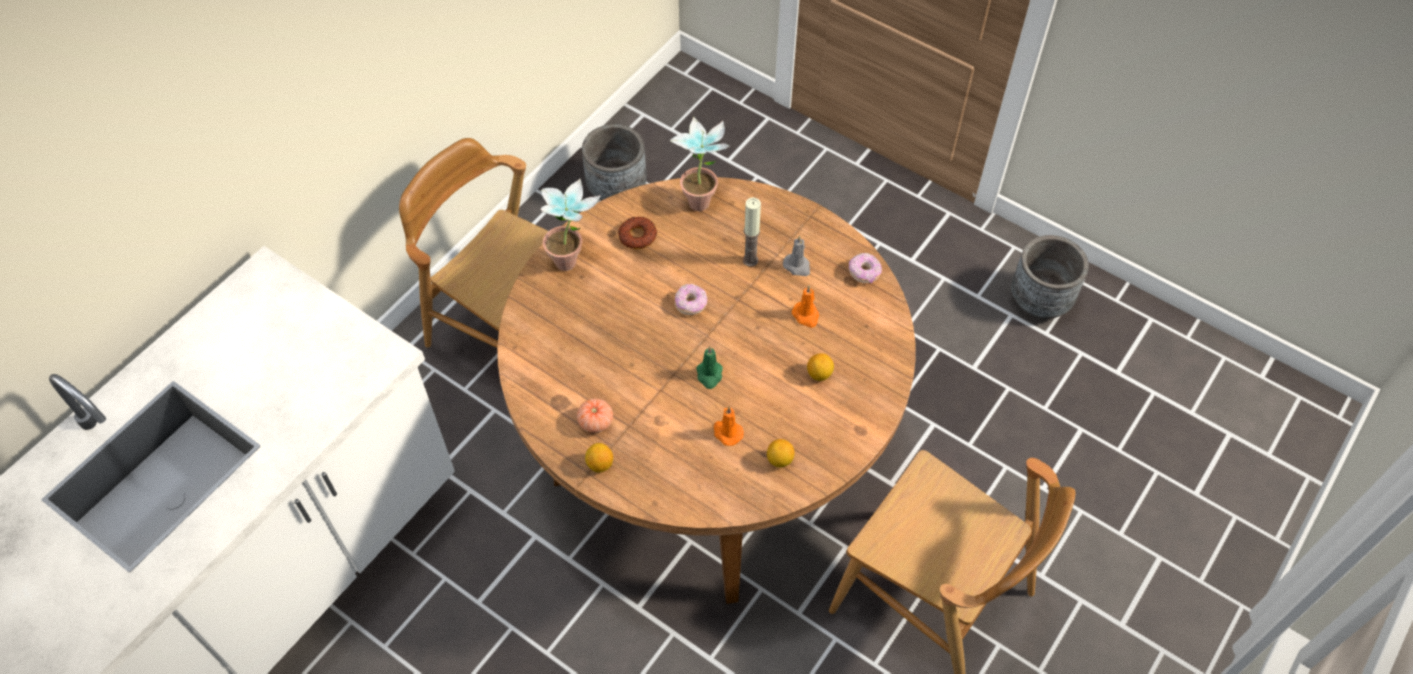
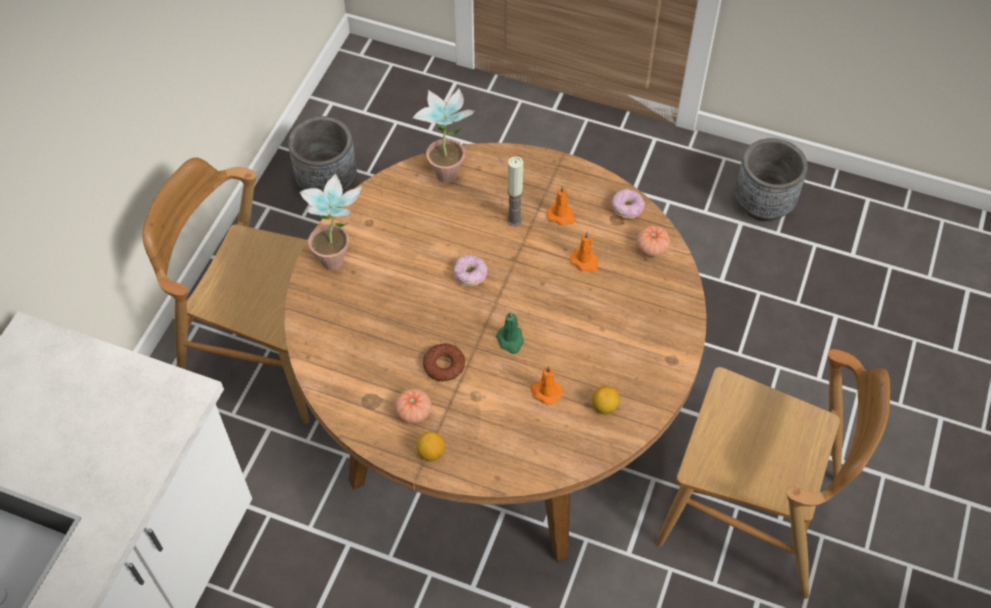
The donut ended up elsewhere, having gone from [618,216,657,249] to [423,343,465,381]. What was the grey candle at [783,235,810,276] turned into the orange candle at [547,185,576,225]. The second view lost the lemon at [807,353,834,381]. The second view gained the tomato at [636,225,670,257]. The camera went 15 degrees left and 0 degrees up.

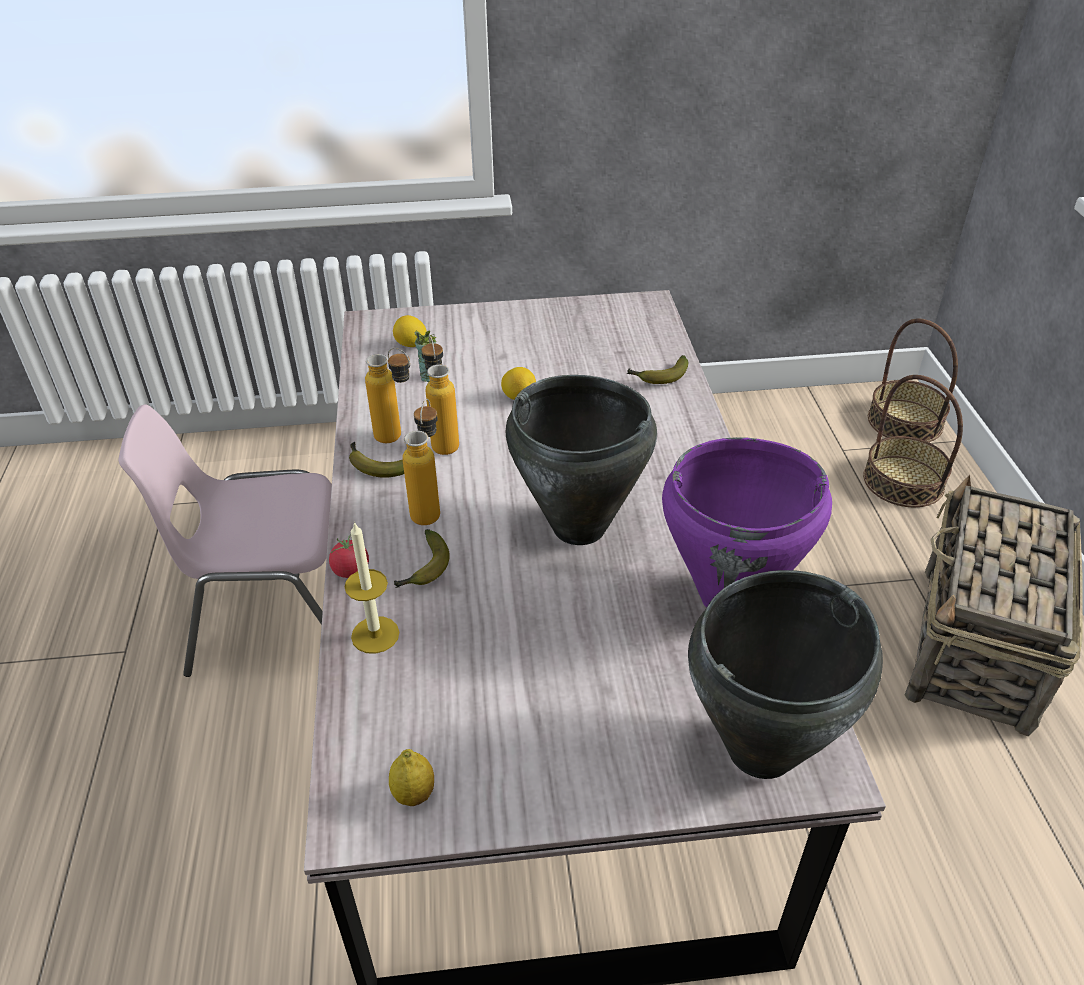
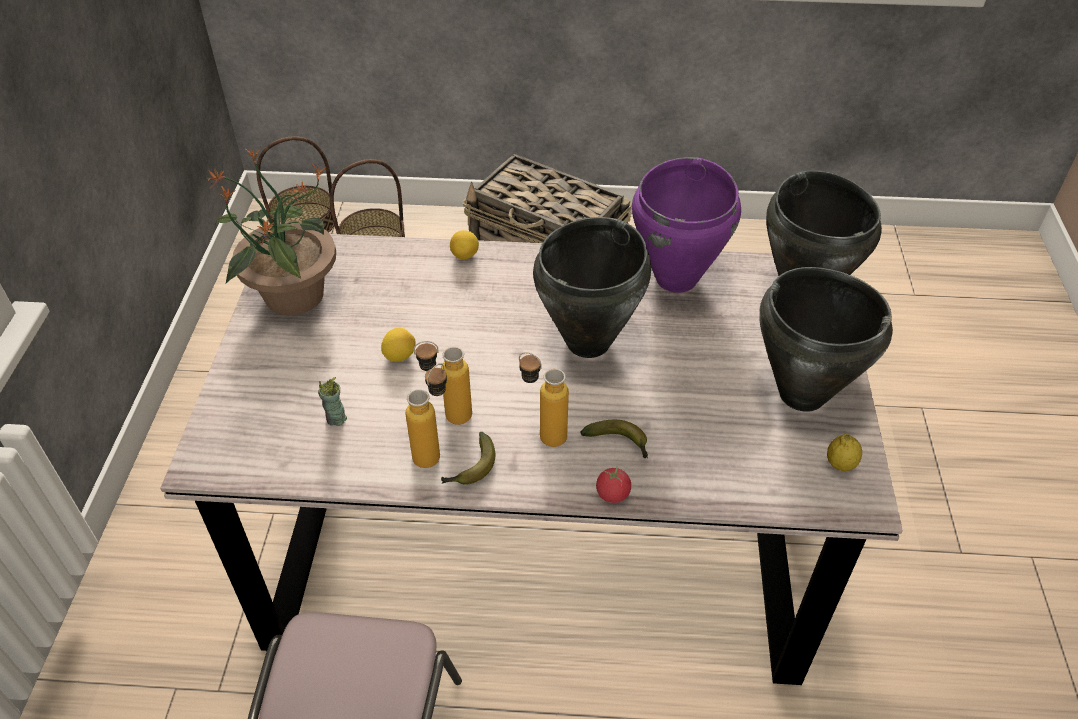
The second view lost the candle at [344,521,399,654]. The lemon ended up elsewhere, having gone from [393,315,427,347] to [450,230,479,259]. The second view lost the banana at [627,355,688,384]. The second view gained the potted plant at [208,148,336,315]. The second view gained the black cooking pot at [759,267,893,412]. The camera went 80 degrees left and 5 degrees up.

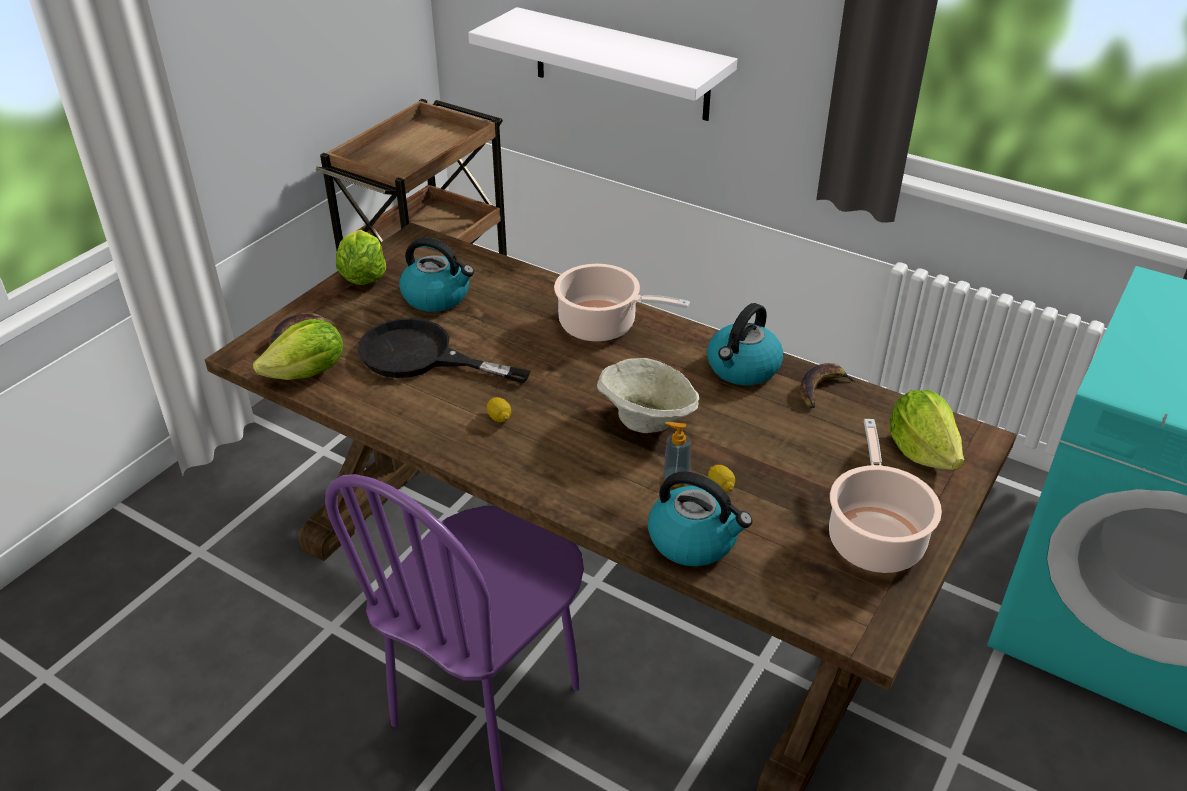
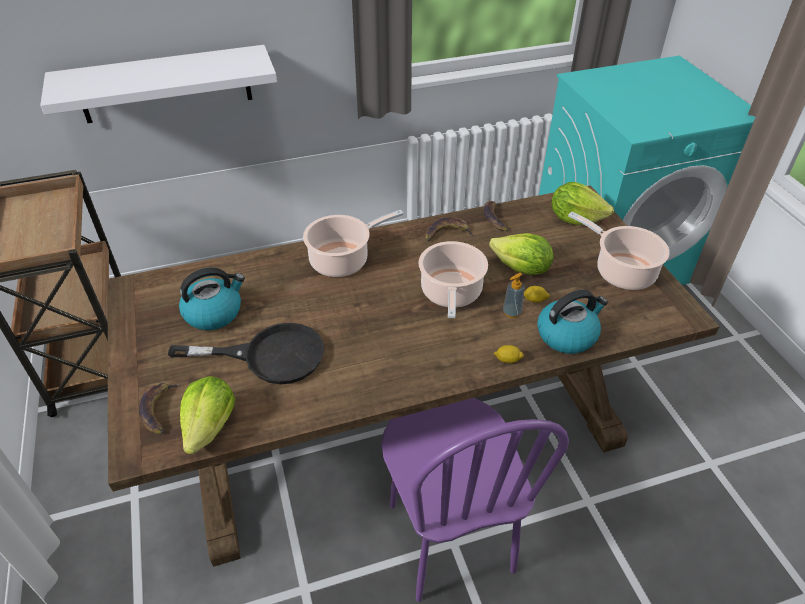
The lettuce ended up elsewhere, having gone from [336,230,386,285] to [489,233,554,275]. The black frying pan at [358,318,531,384] ended up facing another way, 150 degrees counterclockwise from before. The lemon ended up elsewhere, having gone from [487,397,511,423] to [494,345,524,363]. Where the beige bowl stood at [597,358,699,433], the cooking pot came to stand at [418,241,488,318]. Where the kettle stood at [707,303,783,385], the banana came to stand at [425,217,474,241]. The camera went 50 degrees left and 5 degrees up.

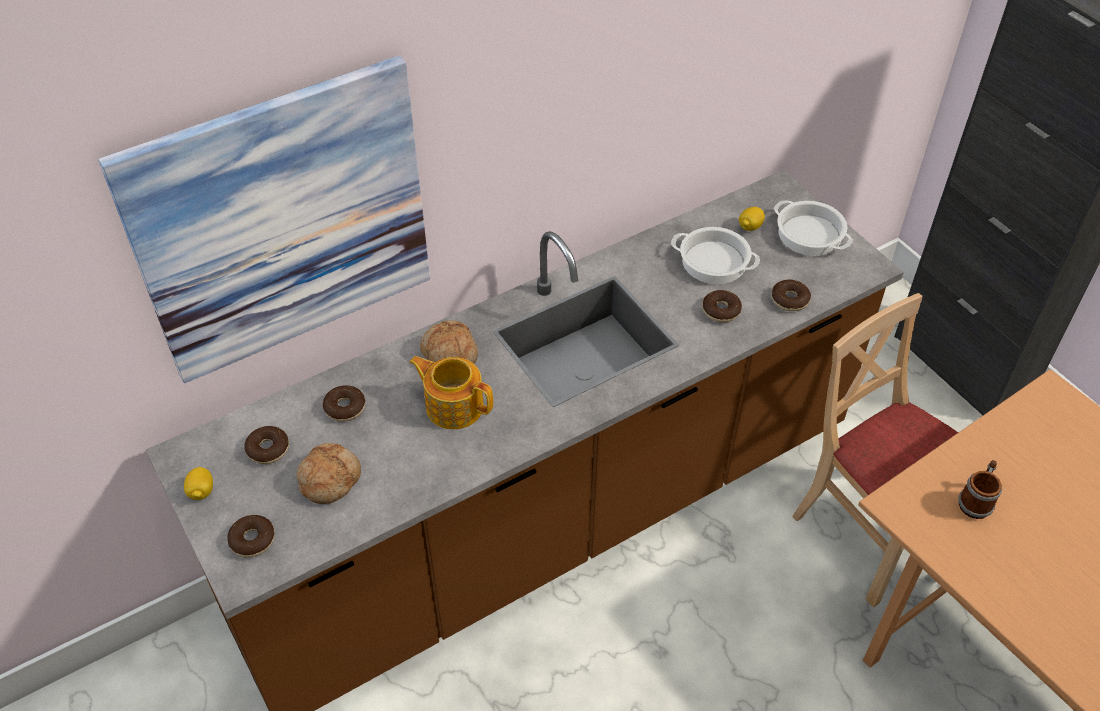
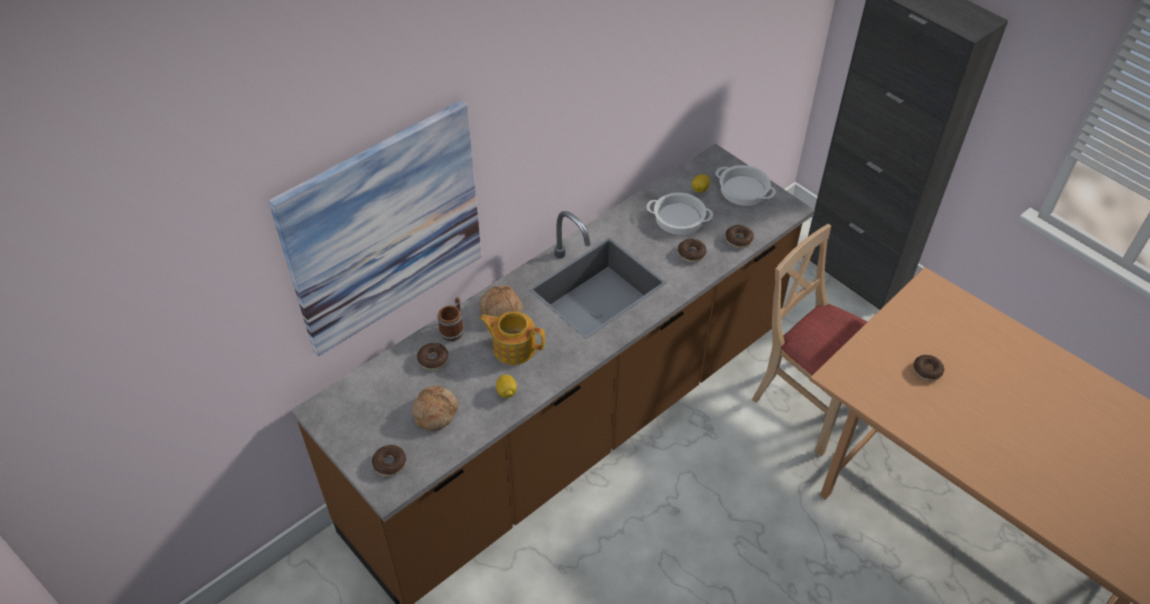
The lemon ended up elsewhere, having gone from [184,467,213,500] to [496,375,517,398]. The donut ended up elsewhere, having gone from [244,426,289,464] to [913,355,944,381]. The mug ended up elsewhere, having gone from [958,460,1002,519] to [437,297,464,341]. The camera went 10 degrees left and 0 degrees up.

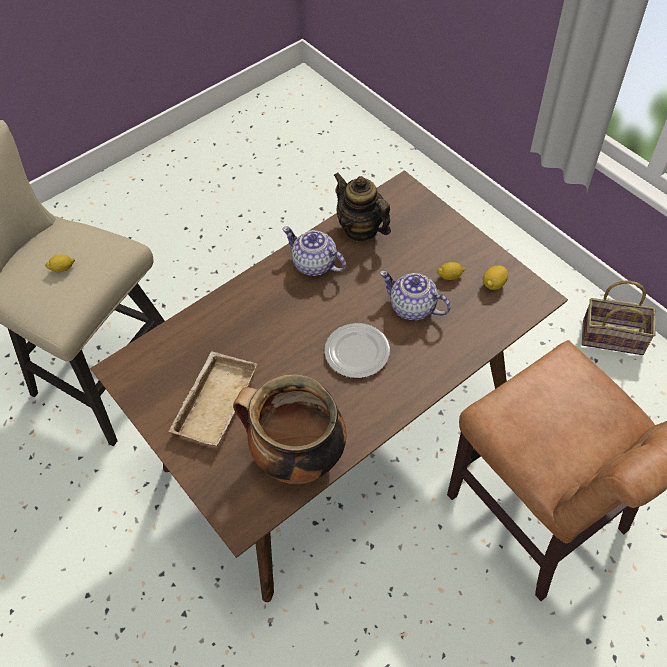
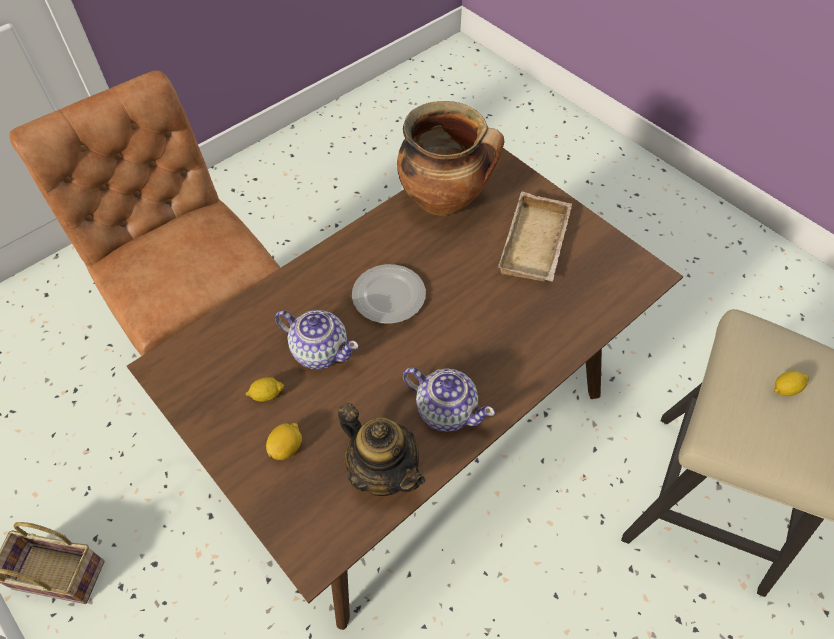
The lemon ended up elsewhere, having gone from [483,265,508,290] to [266,423,302,460]. The camera went 175 degrees right and 0 degrees up.

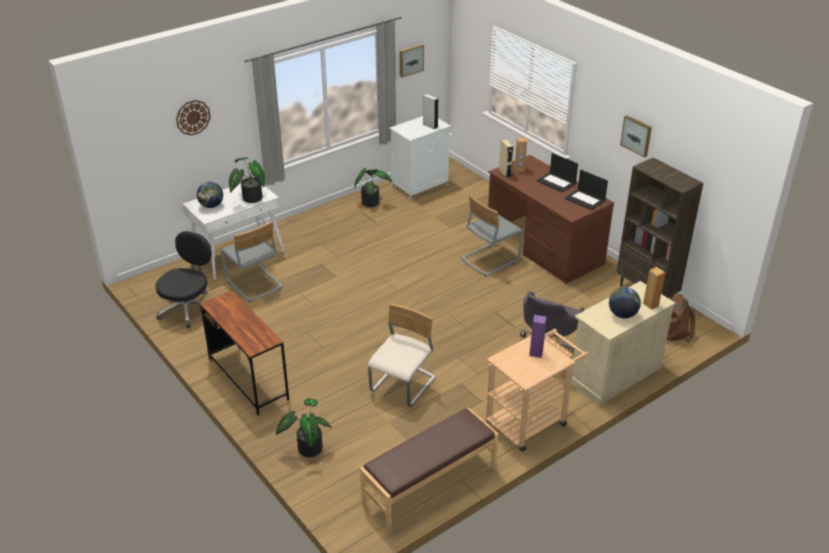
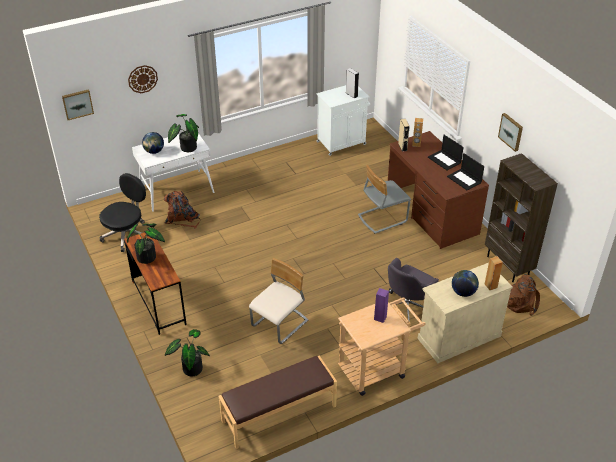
Where the grey chair stood at [220,221,283,302], the brown backpack came to stand at [164,191,200,229]. The potted plant ended up elsewhere, having gone from [354,168,392,207] to [127,223,165,264]. The picture ended up elsewhere, having gone from [400,44,424,78] to [62,89,94,120]. The camera went 10 degrees right and 5 degrees up.

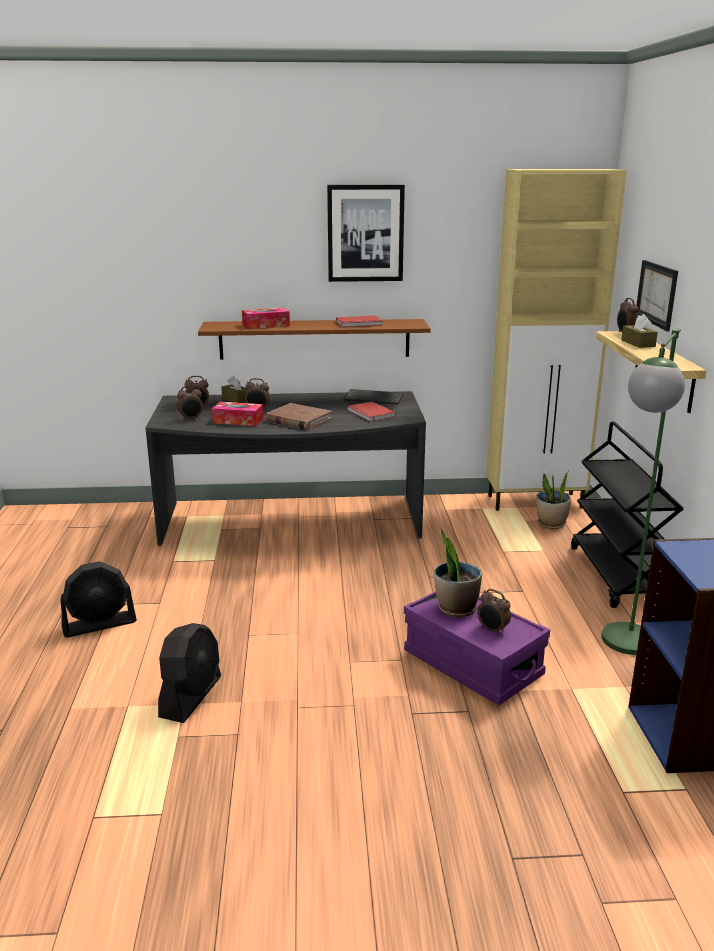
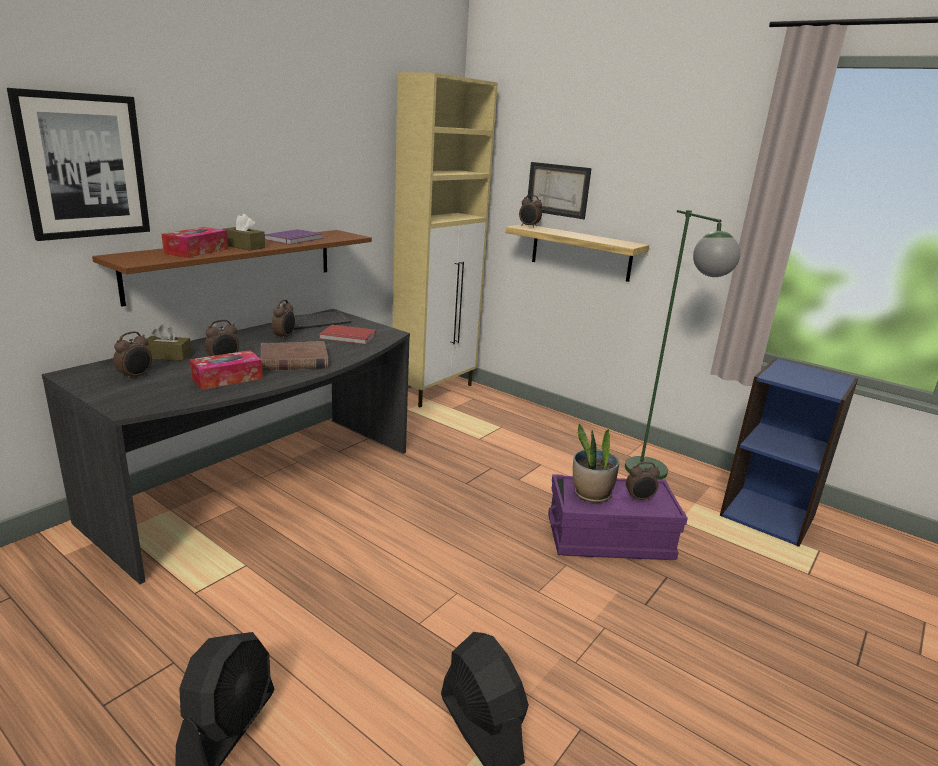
The alarm clock ended up elsewhere, having gone from [177,385,203,421] to [272,300,295,340]. The picture ended up elsewhere, having gone from [327,185,405,282] to [7,88,150,241]. What was the red book at [336,315,383,327] turned into the purple book at [265,229,323,244]. The second view lost the potted plant at [536,471,571,529]. The second view lost the black cart at [571,422,684,608]. The brown tissue box ended up elsewhere, having gone from [621,314,658,348] to [222,214,265,251]. The camera went 50 degrees left and 0 degrees up.

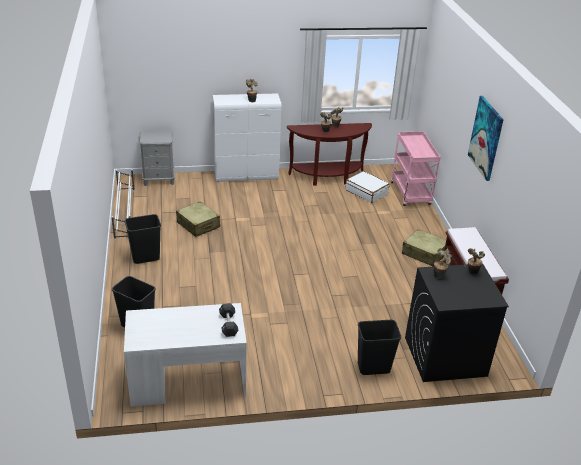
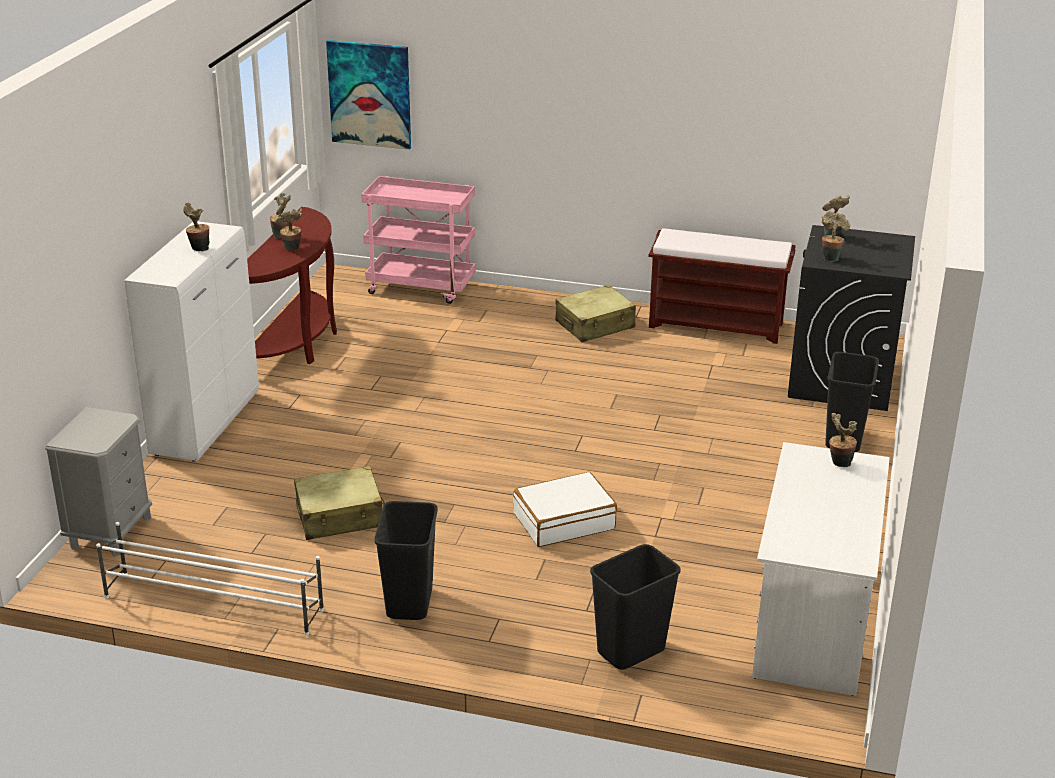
Where the black dumbbell stood at [219,303,238,337], the potted plant came to stand at [829,413,857,467]. The white suitcase ended up elsewhere, having gone from [345,171,390,203] to [513,472,617,547]. The picture ended up elsewhere, having gone from [468,96,504,181] to [326,40,411,150]. The camera went 65 degrees left and 5 degrees down.

